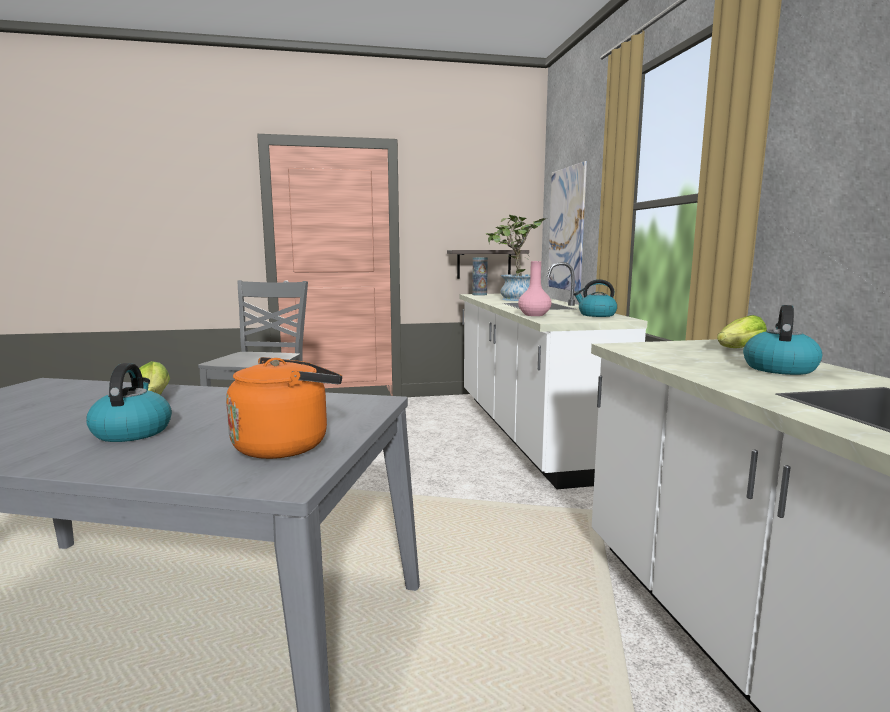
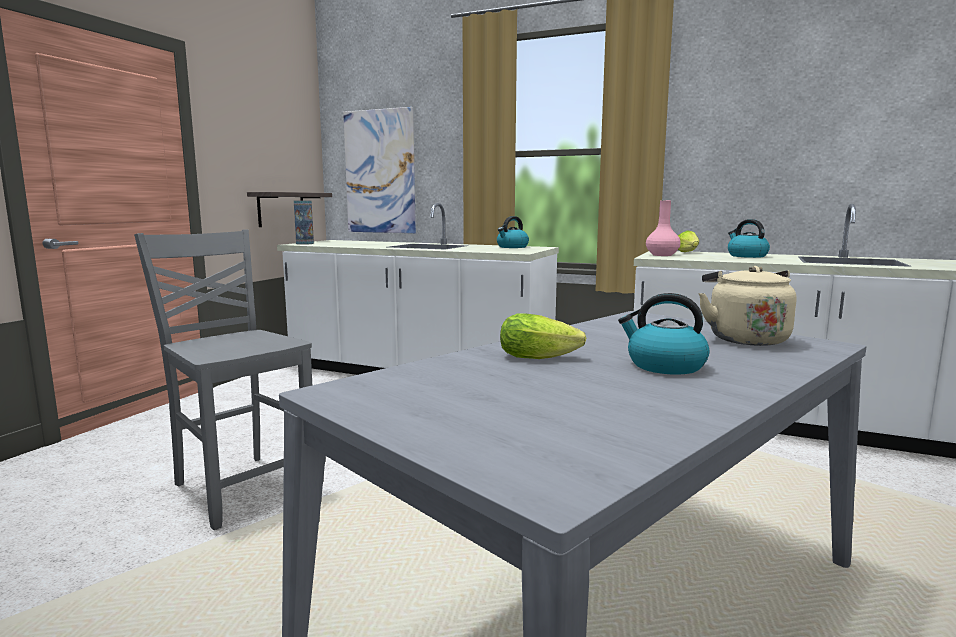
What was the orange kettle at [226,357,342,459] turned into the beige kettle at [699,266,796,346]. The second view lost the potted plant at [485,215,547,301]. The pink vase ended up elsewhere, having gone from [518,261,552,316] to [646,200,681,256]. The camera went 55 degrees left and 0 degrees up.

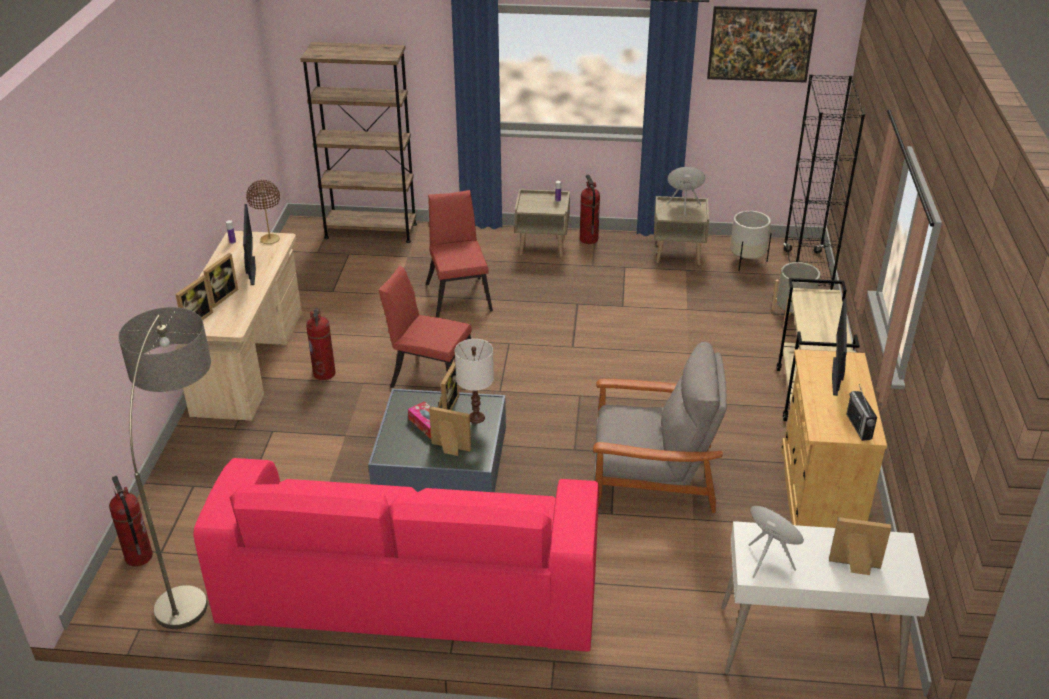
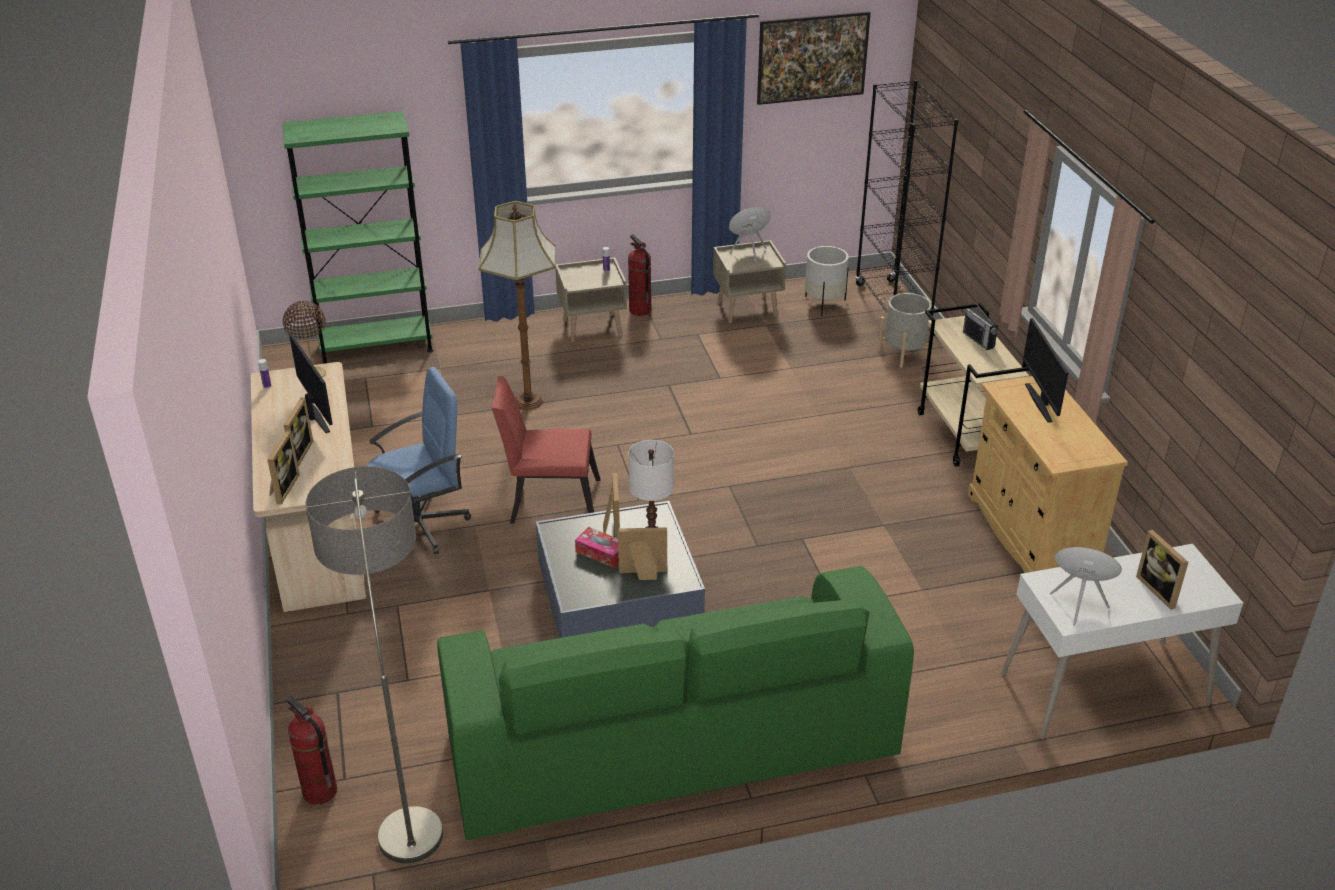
What was the pink sofa at [193,458,599,652] turned into the green sofa at [437,566,914,840]. What was the brown bookcase at [300,42,417,243] turned into the green bookcase at [282,111,433,364]. Where the fire extinguisher stood at [306,308,336,380], the blue office chair came to stand at [367,367,471,554]. Where the red chair stood at [426,190,493,318], the floor lamp came to stand at [479,201,556,410]. The second view lost the grey armchair at [593,342,727,513]. The picture frame at [829,517,891,575] ended up facing another way, 105 degrees counterclockwise from before. The radio ended up elsewhere, having gone from [846,384,877,441] to [963,300,998,350]. The camera went 20 degrees left and 0 degrees up.

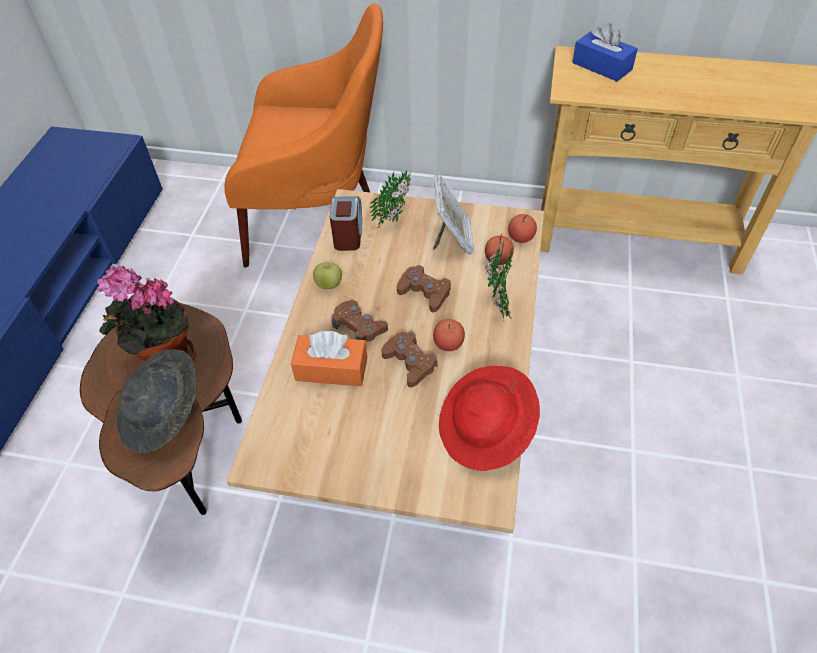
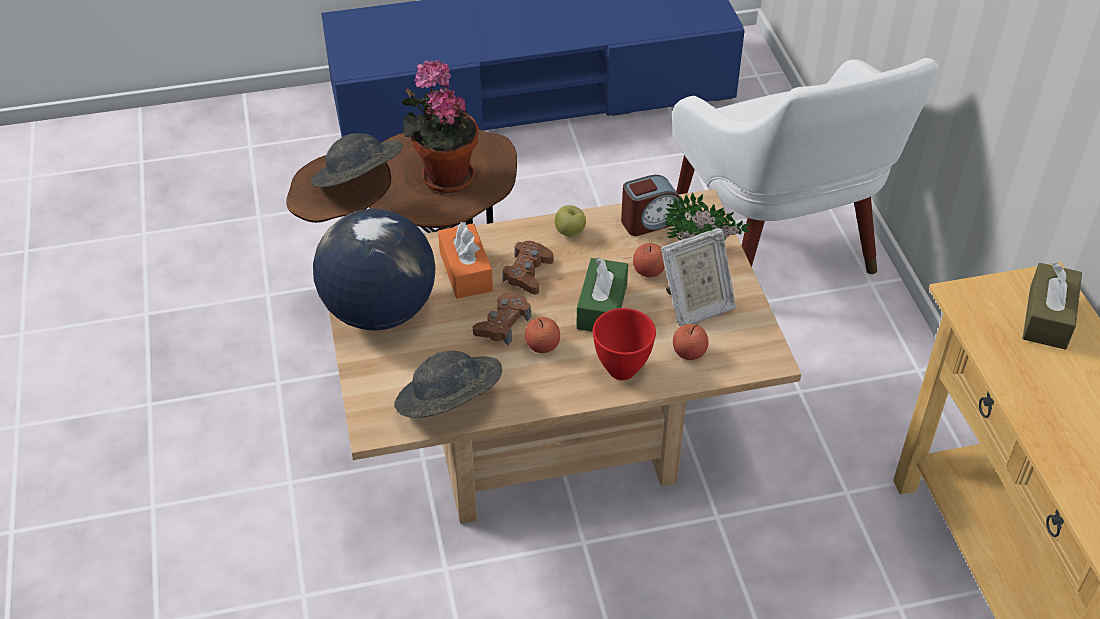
What was the orange armchair at [224,3,383,267] turned into the white armchair at [672,58,939,274]. Where the brown game controller stood at [397,265,451,312], the green tissue box came to stand at [576,257,628,332]. What was the red hat at [439,366,540,471] turned into the grey hat at [394,351,502,418]. Where the potted plant stood at [485,240,513,323], the red bowl came to stand at [593,308,656,380]. The apple ended up elsewhere, having gone from [508,214,537,243] to [633,243,665,277]. What was the blue tissue box at [572,23,638,81] turned into the brown tissue box at [1022,263,1082,350]. The second view gained the globe at [313,209,435,331]. The camera went 65 degrees right and 5 degrees down.

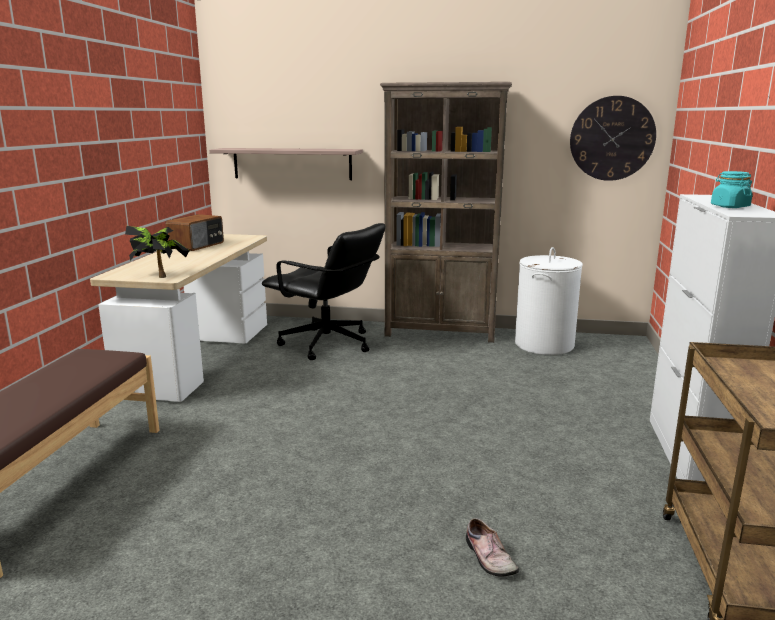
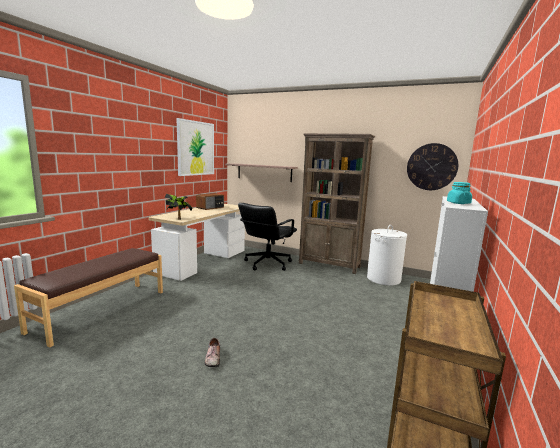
The black office chair at [262,223,385,360] ended up facing another way, 75 degrees clockwise from before. The shoe ended up elsewhere, having gone from [466,518,519,577] to [205,338,220,367]. The second view gained the picture at [176,118,214,176]. The camera went 15 degrees right and 5 degrees down.

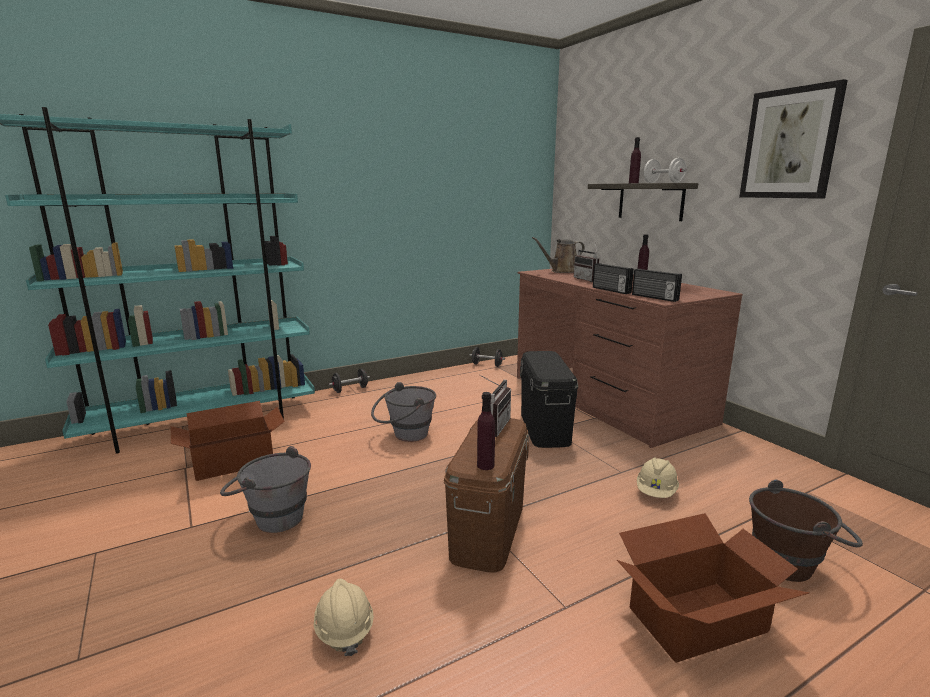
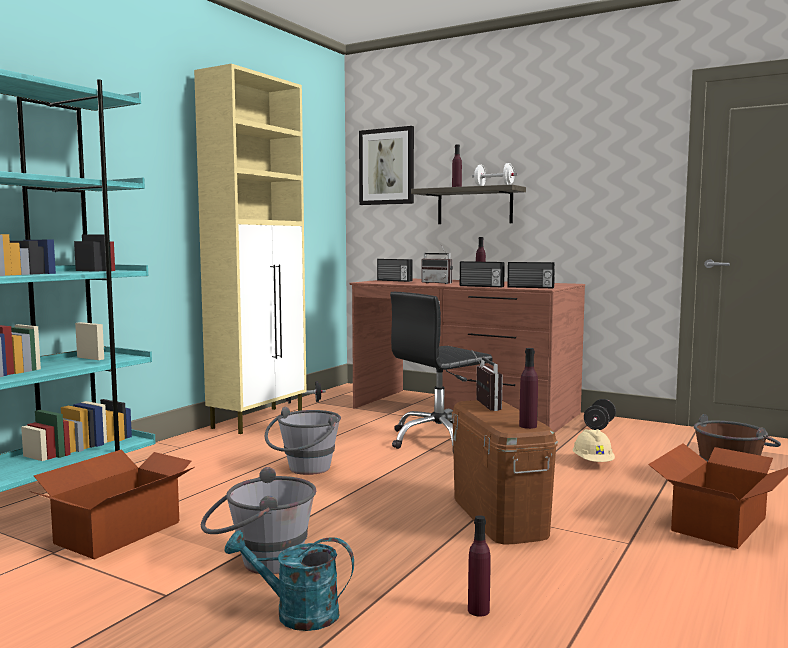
Where the beige hard hat stood at [314,579,374,656], the purple bottle came to stand at [468,515,491,617]. The black dumbbell ended up elsewhere, having gone from [329,368,370,393] to [584,399,616,430]. Where the black storage box stood at [520,351,578,448], the black office chair came to stand at [390,292,493,449]. Where the brown watering can stood at [532,237,585,273], the radio came to stand at [377,259,413,282]. The picture ended up elsewhere, having gone from [739,79,848,199] to [359,126,414,205]. The second view gained the beige cabinet at [194,64,307,434]. The second view gained the turquoise watering can at [225,530,354,631]. The camera went 30 degrees left and 10 degrees down.

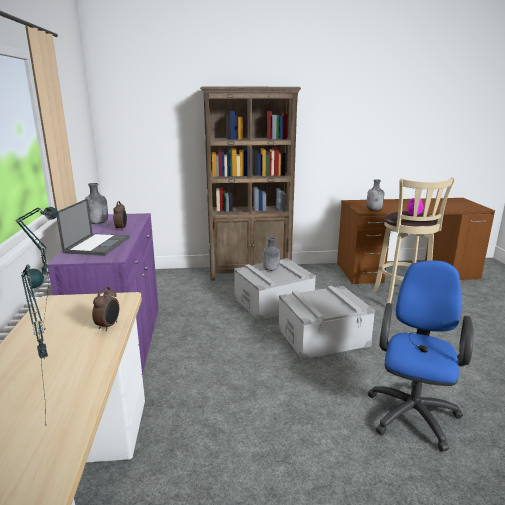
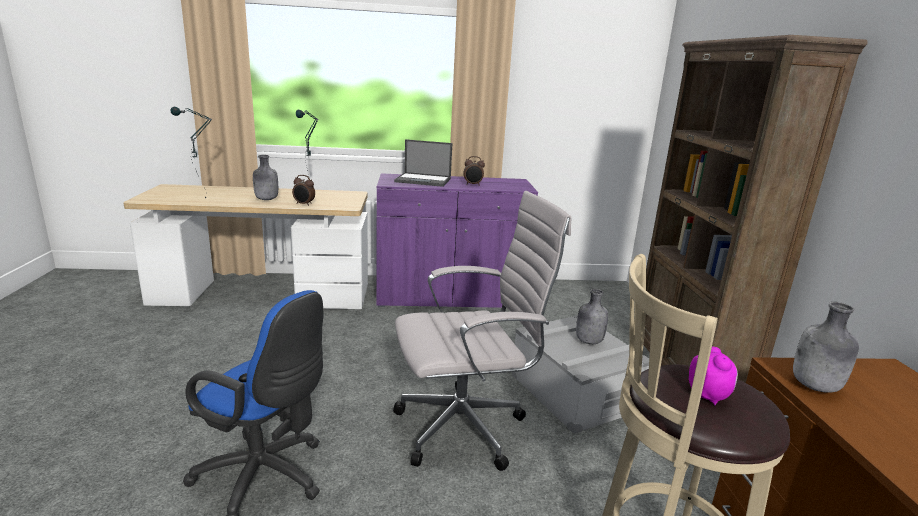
The grey bottle ended up elsewhere, having gone from [84,183,108,224] to [253,155,278,200]. Where the grey storage box stood at [278,285,375,360], the white office chair came to stand at [393,191,571,471]. The camera went 90 degrees right and 0 degrees up.

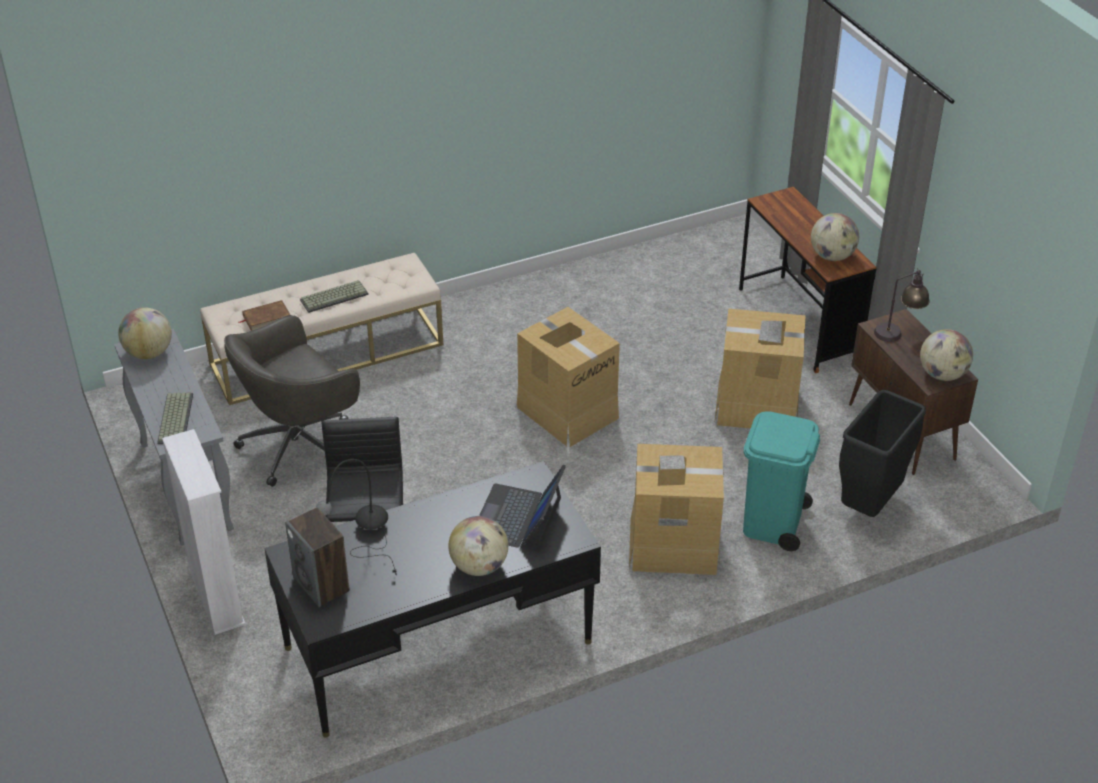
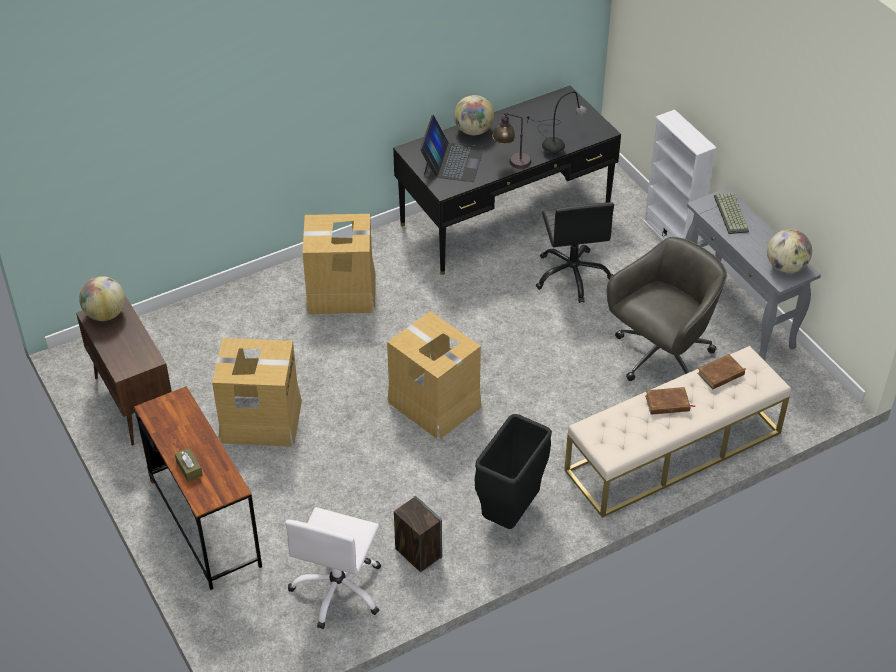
The speaker ended up elsewhere, having gone from [285,507,350,607] to [394,496,442,572]. Where the keyboard stood at [300,280,369,313], the brown book came to stand at [645,387,695,415]. The second view lost the turquoise trash can at [743,411,820,551]. The second view lost the globe at [811,213,859,261]. The black trash can ended up elsewhere, having gone from [839,390,926,517] to [475,414,552,529]. The table lamp ended up elsewhere, having gone from [874,268,930,342] to [492,112,532,169]. The second view gained the brown tissue box at [175,448,203,482]. The second view gained the white office chair at [285,507,381,629]. The camera went 175 degrees right and 5 degrees up.

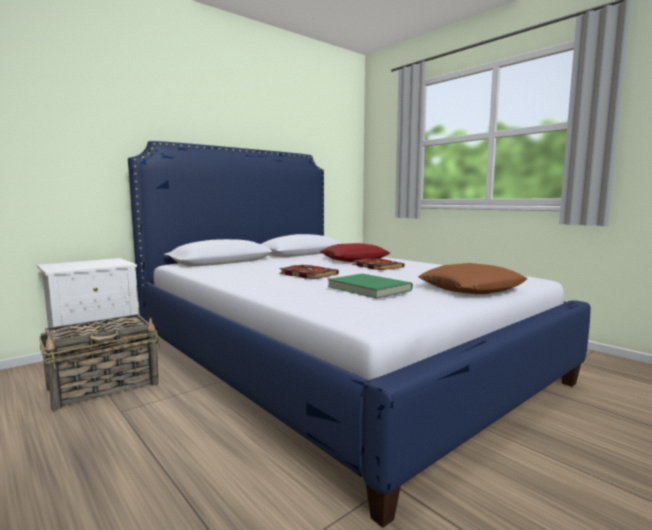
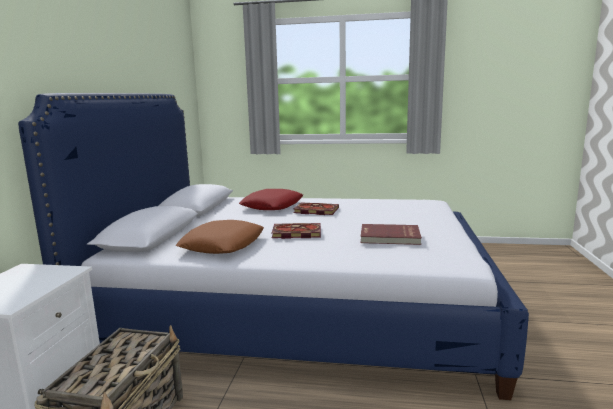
What was the green book at [328,274,413,299] turned into the red book at [360,224,422,245]. The brown pillow ended up elsewhere, having gone from [418,263,528,294] to [176,220,264,254]. The camera went 40 degrees left and 5 degrees up.

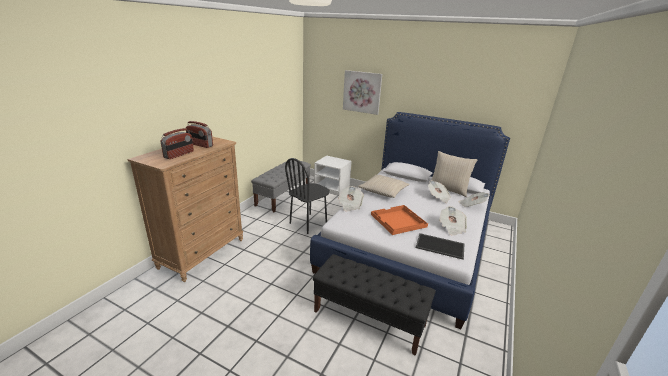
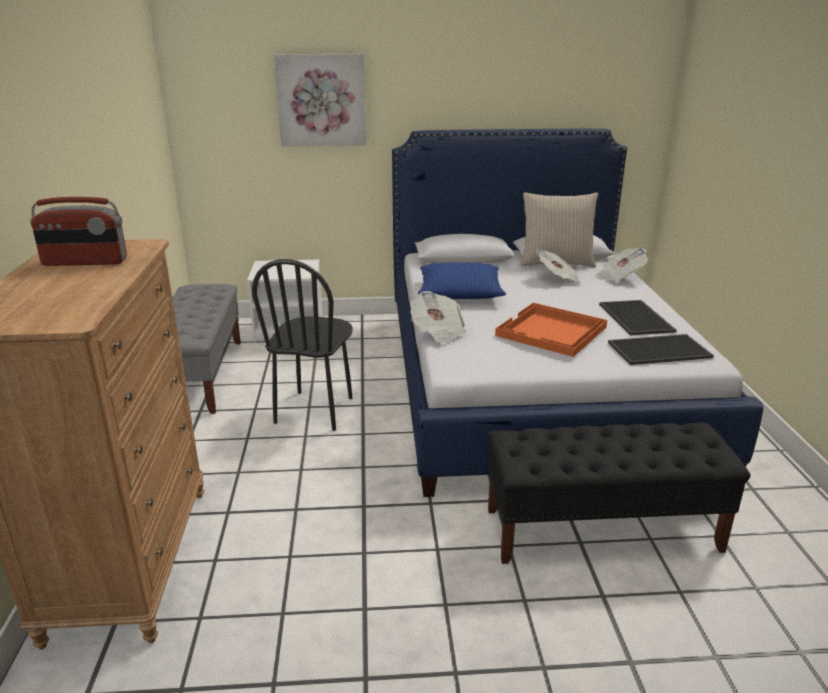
The second view lost the radio at [161,128,194,159]. What was the beige pillow at [358,175,410,198] turned into the blue pillow at [418,263,506,299]. Where the newspaper stood at [439,206,467,236], the tray came to stand at [599,300,676,335]. The camera went 30 degrees left and 0 degrees up.

